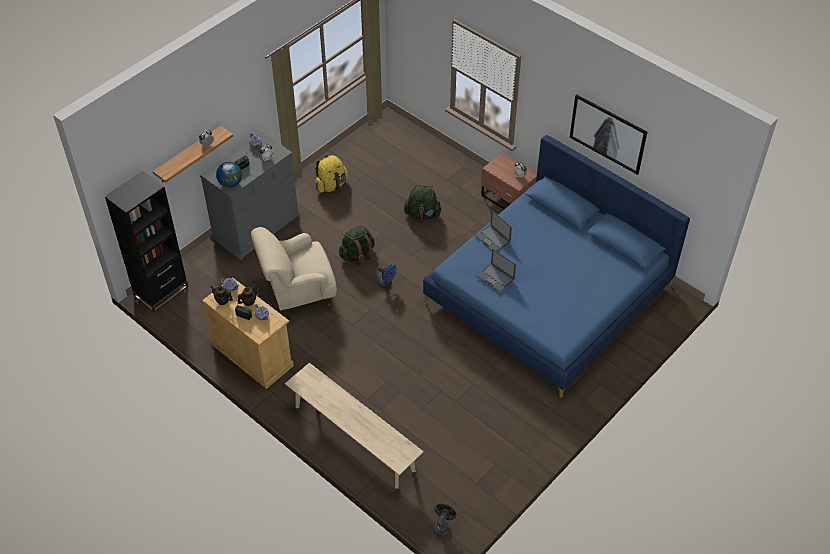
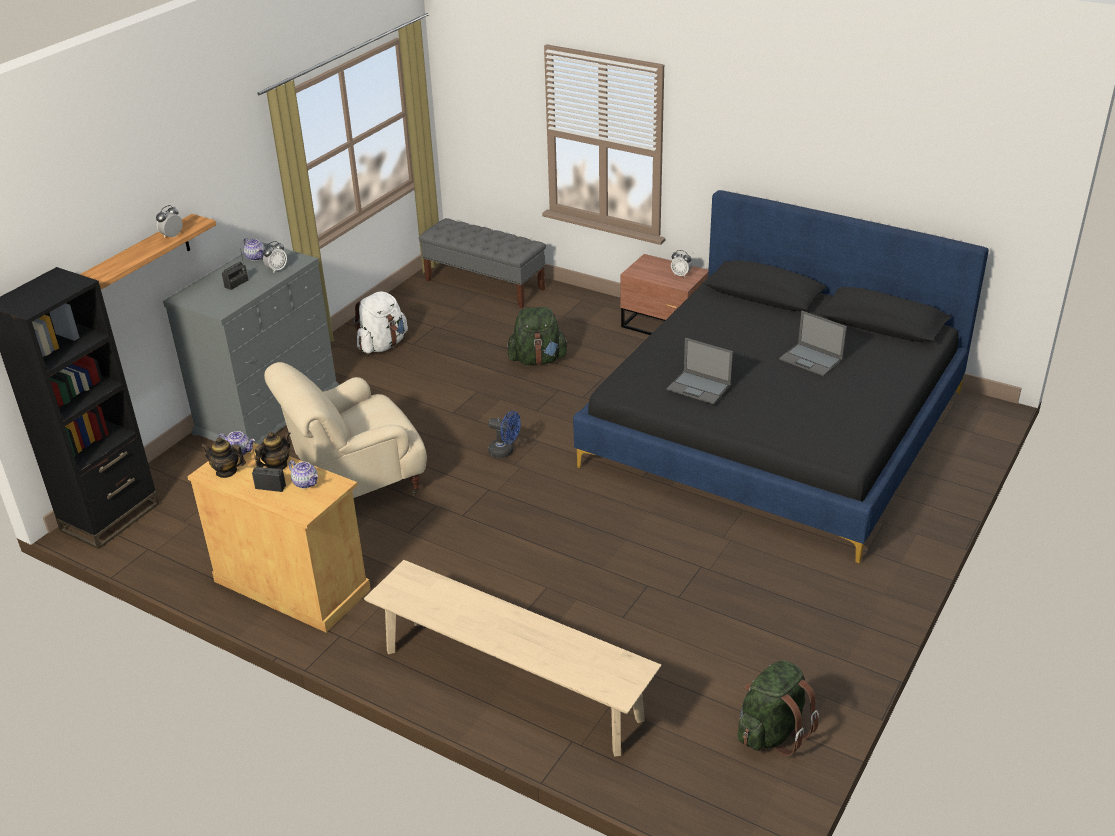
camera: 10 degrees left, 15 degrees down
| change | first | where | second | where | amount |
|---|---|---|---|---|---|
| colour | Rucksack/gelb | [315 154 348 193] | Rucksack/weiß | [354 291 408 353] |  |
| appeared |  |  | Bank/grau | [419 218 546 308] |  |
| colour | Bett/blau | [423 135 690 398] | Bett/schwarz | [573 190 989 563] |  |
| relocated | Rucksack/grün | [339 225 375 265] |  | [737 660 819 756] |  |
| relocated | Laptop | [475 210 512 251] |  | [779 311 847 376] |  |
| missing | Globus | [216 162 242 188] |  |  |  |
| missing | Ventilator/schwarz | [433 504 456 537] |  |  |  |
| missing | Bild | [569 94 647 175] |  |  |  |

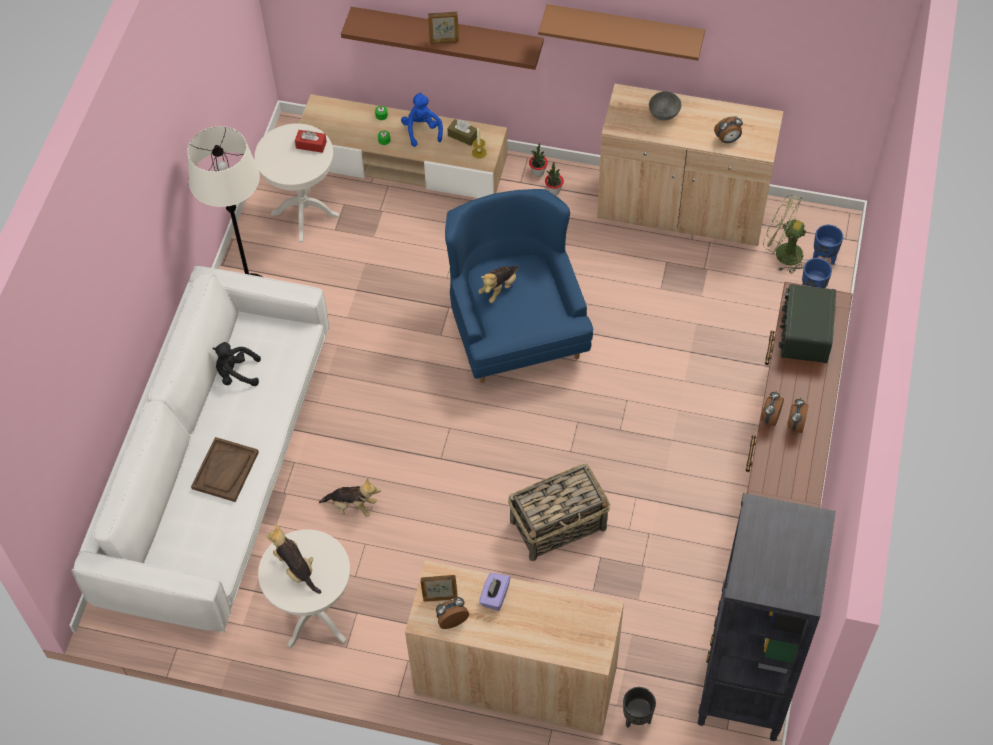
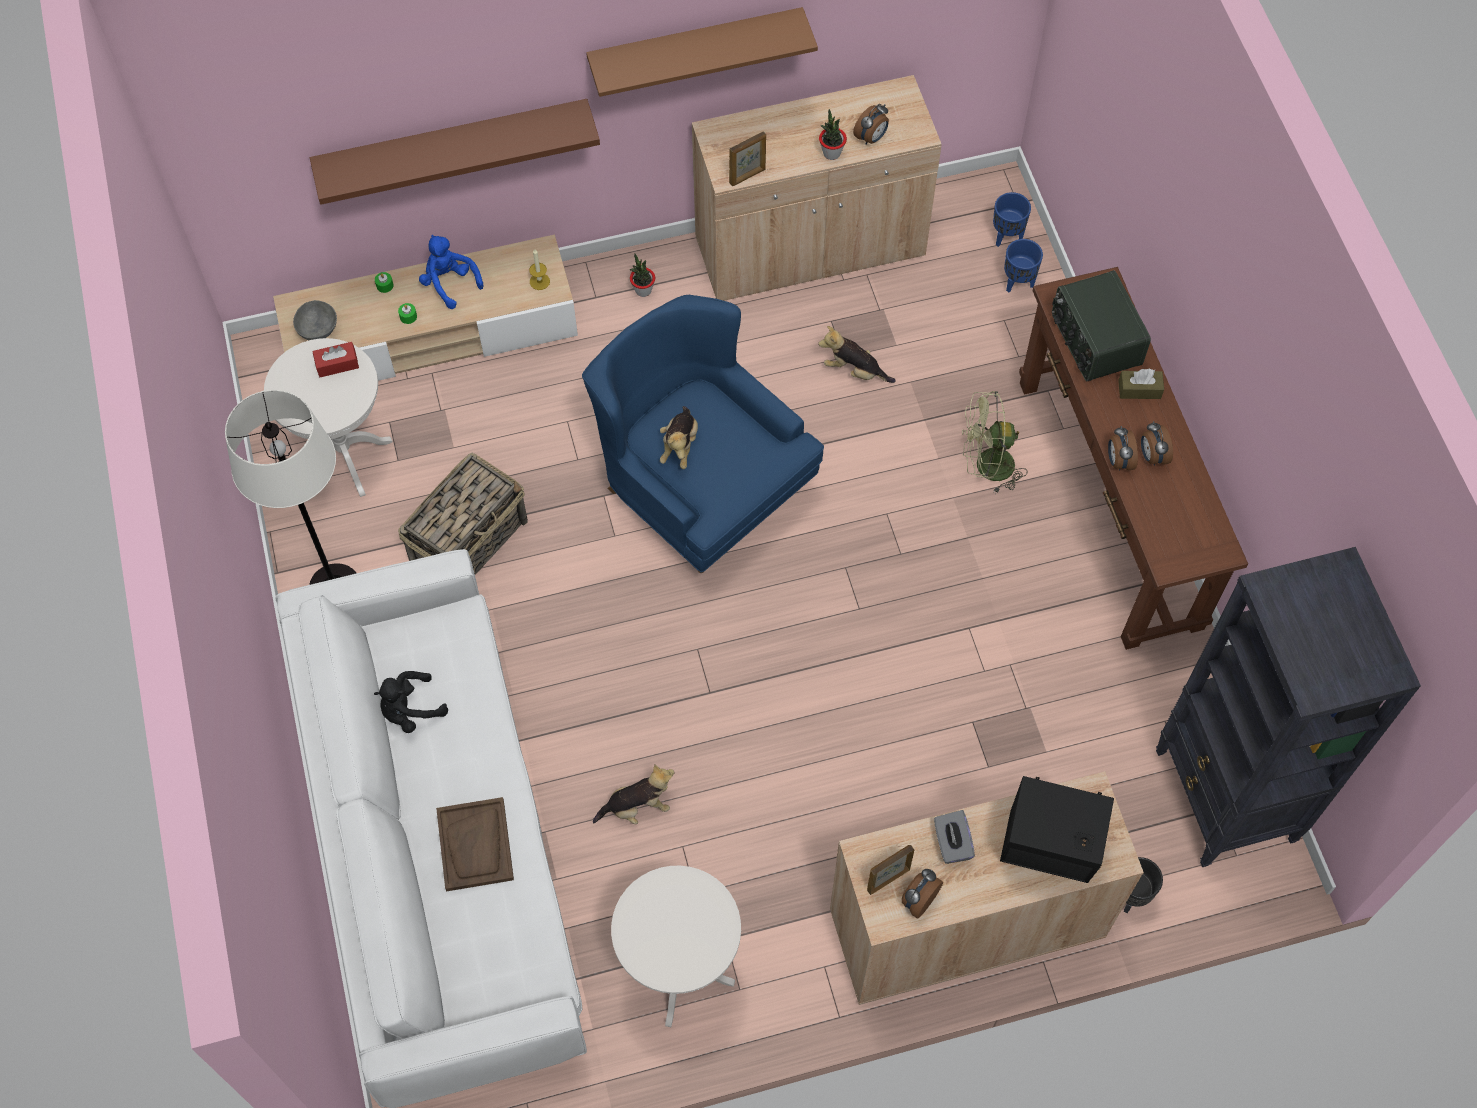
camera: 30 degrees left, 5 degrees up
| change | first | where | second | where | amount |
|---|---|---|---|---|---|
| relocated | Schüssel/grau | [649 91 682 120] |  | [293 300 337 340] |  |
| relocated | Korb | [508 464 610 561] |  | [398 453 528 575] |  |
| relocated | Bilderrahmen | [428 11 459 44] |  | [729 131 766 186] |  |
| relocated | Plüschtier | [266 524 321 594] |  | [818 326 896 383] |  |
| relocated | Topfpflanze | [529 143 548 177] |  | [819 109 847 160] |  |
| colour | Taschentuchbox/lila | [479 573 511 611] | Taschentuchbox/grau | [934 810 975 864] |  |
| relocated | Ventilator/grün | [763 194 806 274] |  | [962 391 1027 494] |  |
| appeared |  |  | Lautsprecher/schwarz | [1000 776 1114 883] |  |
| relocated | Taschentuchbox/braun | [447 119 477 146] |  | [1118 369 1164 399] |  |

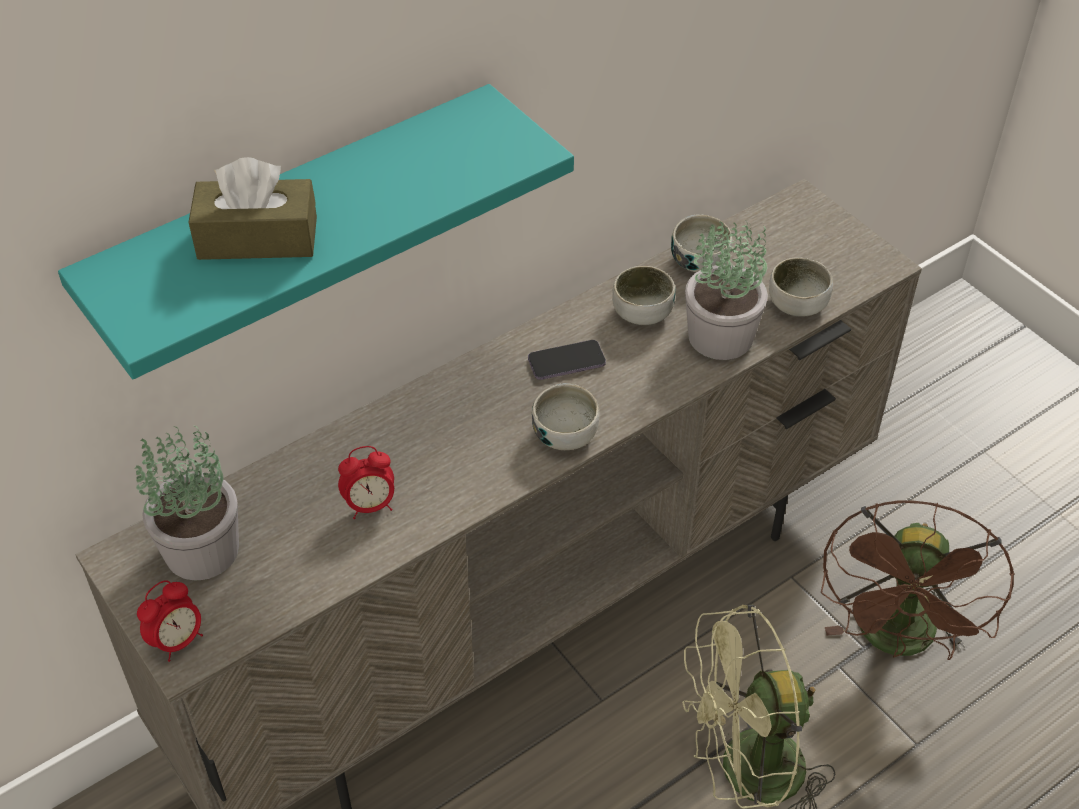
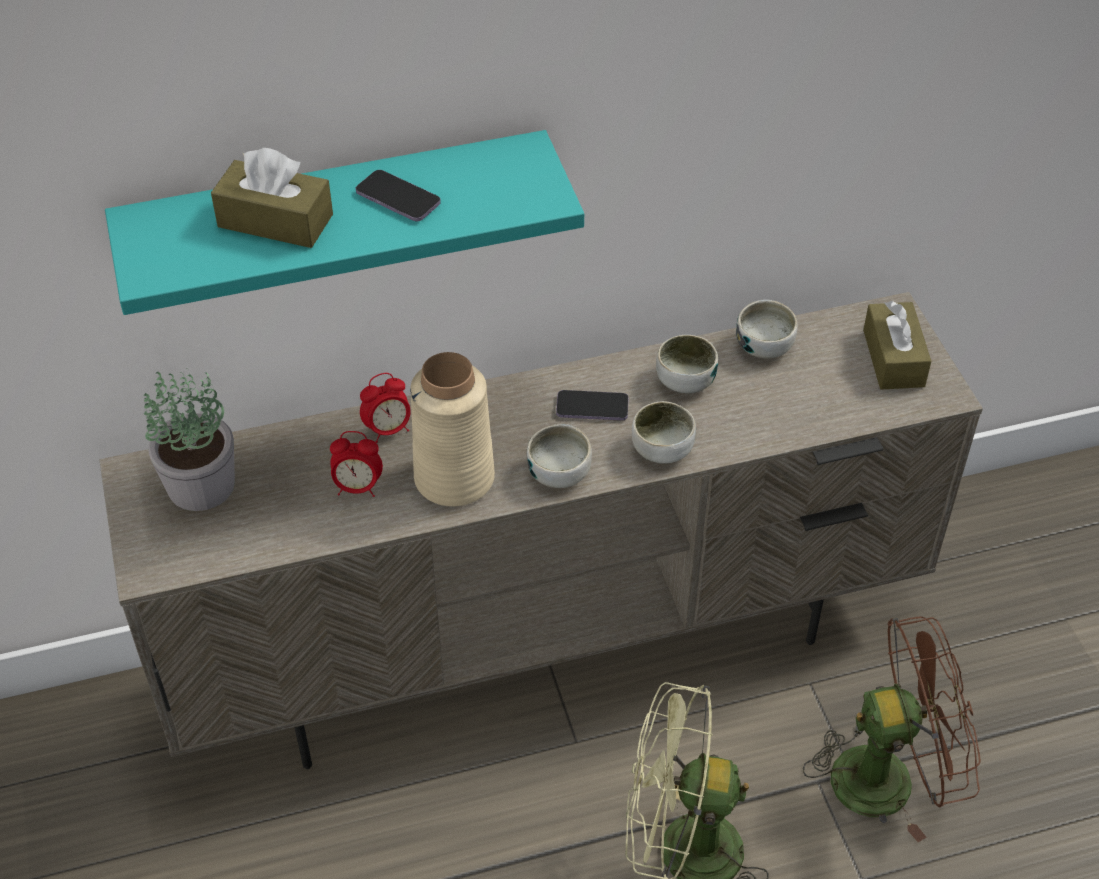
camera: 20 degrees right, 0 degrees up
| change | first | where | second | where | amount |
|---|---|---|---|---|---|
| appeared |  |  | Handy | [356 170 441 221] |  |
| relocated | Wecker | [137 580 203 662] |  | [360 373 411 443] |  |
| appeared |  |  | Vase/beige | [410 352 495 507] |  |
| relocated | Schüssel | [769 258 833 317] |  | [632 401 696 464] |  |
| spun | Ventilator/braun | [821 500 1014 660] |  | [803 616 981 842] | 135 degrees counterclockwise |
| appeared |  |  | Taschentuchbox/braun | [863 301 932 390] |  |
| missing | Topfpflanze | [685 220 768 360] |  |  |  |

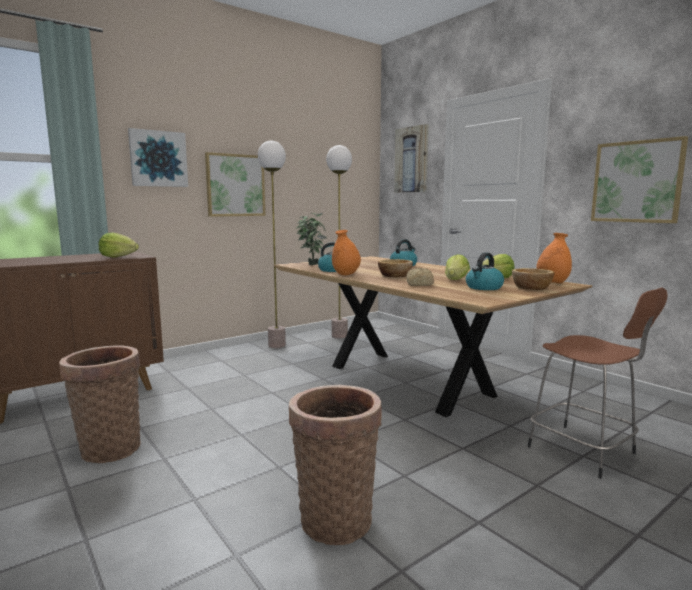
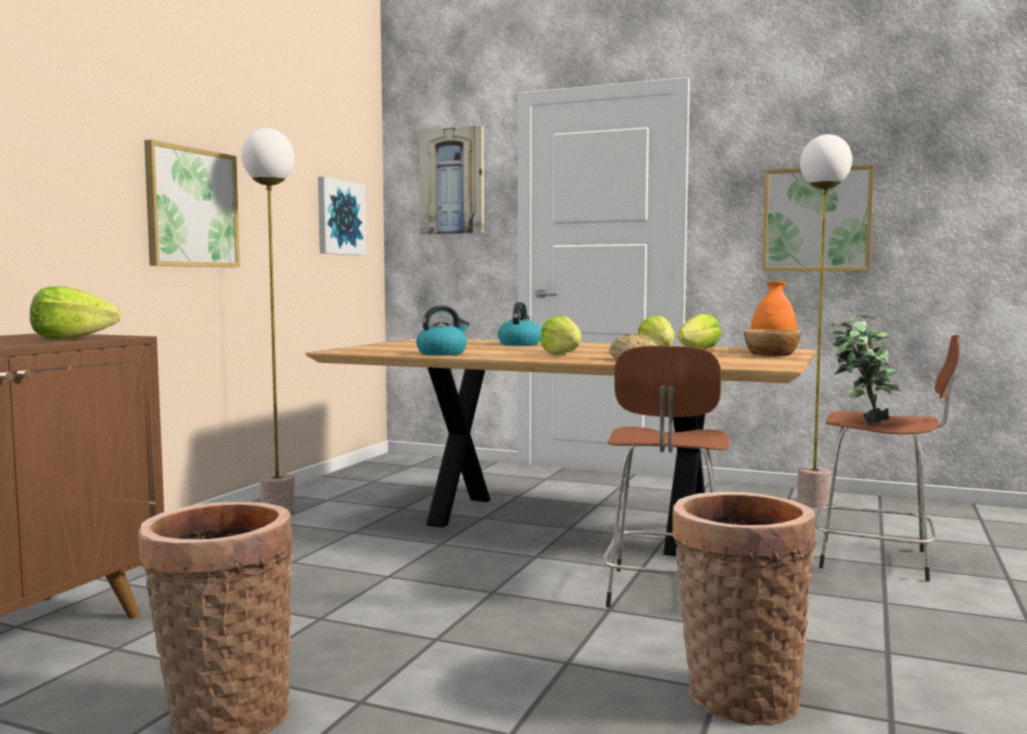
camera: 30 degrees left, 5 degrees down
| change | first | where | second | where | amount |
|---|---|---|---|---|---|
| relocated | Bild | [128 128 188 187] |  | [318 177 366 255] |  |
| exchanged | Schüssel | [378 259 413 278] | Salatkopf | [540 316 582 354] |  |
| appeared |  |  | Hocker/braun | [603 346 730 608] |  |
| relocated | Stehlampe | [326 145 352 338] |  | [797 134 852 507] |  |
| relocated | Topfpflanze | [296 213 327 265] |  | [828 315 901 424] |  |
| missing | Vase/orange | [332 230 361 275] |  |  |  |
| missing | Wasserkessel | [466 252 504 290] |  |  |  |

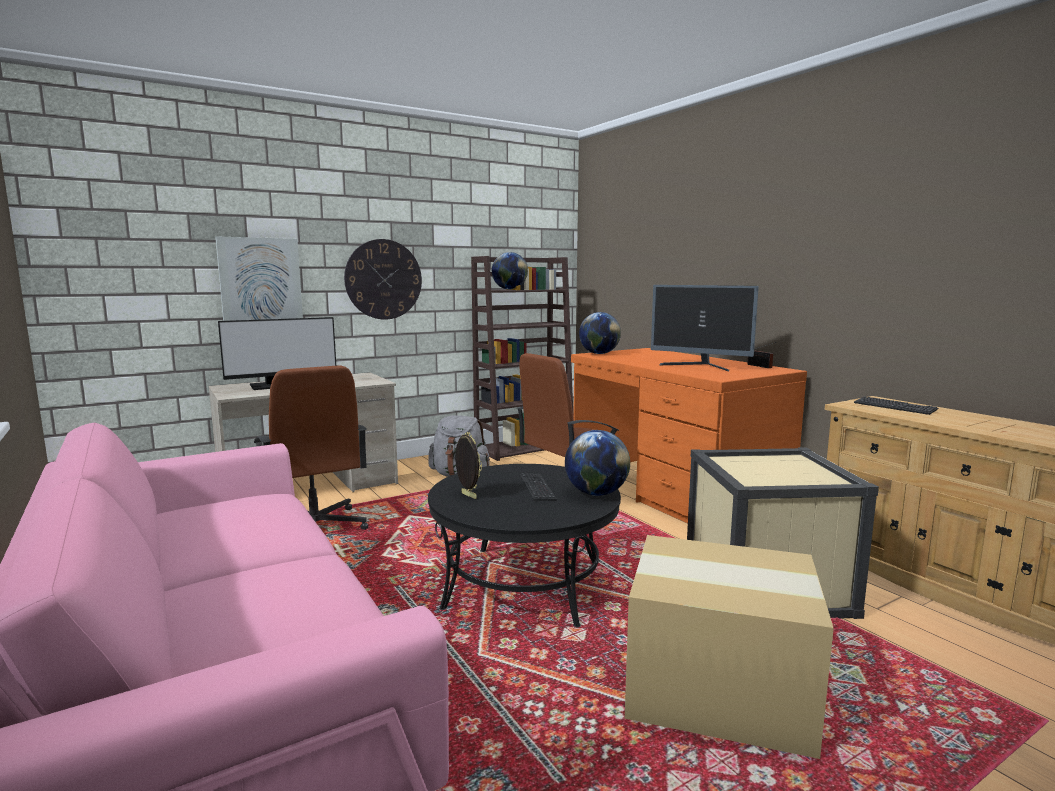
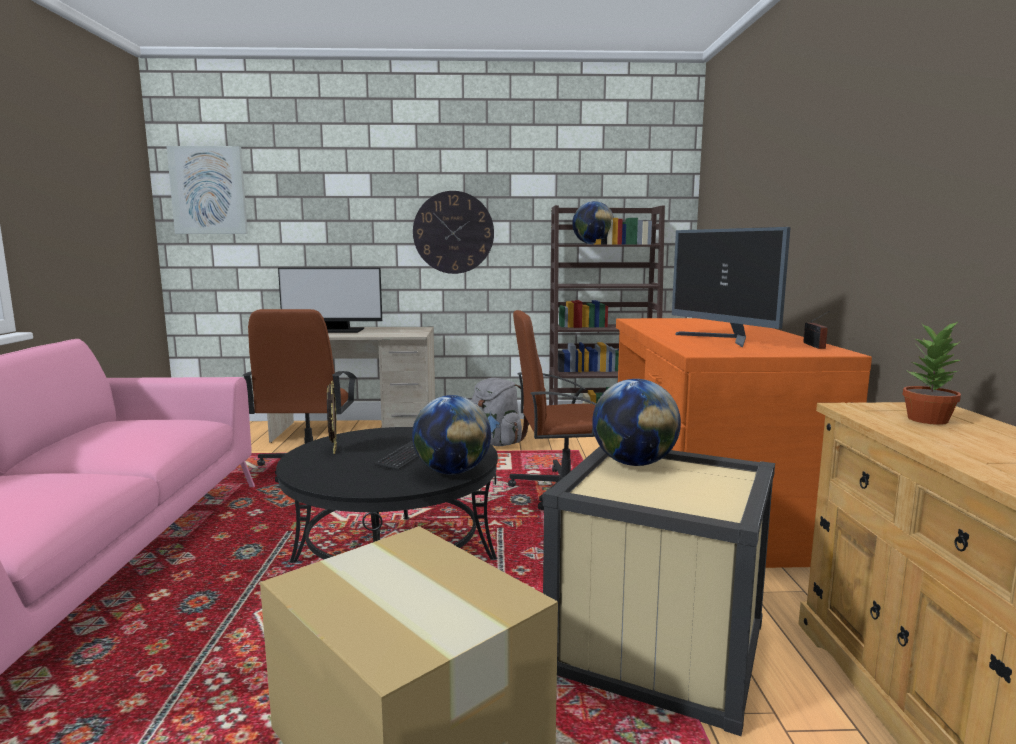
camera: 30 degrees right, 0 degrees up
| change | first | where | second | where | amount |
|---|---|---|---|---|---|
| relocated | Bild | [215 236 303 321] |  | [166 146 248 234] |  |
| relocated | Globus | [579 312 621 354] |  | [592 379 681 466] |  |
| exchanged | Tastatur | [854 396 939 415] | Topfpflanze | [902 320 961 425] |  |

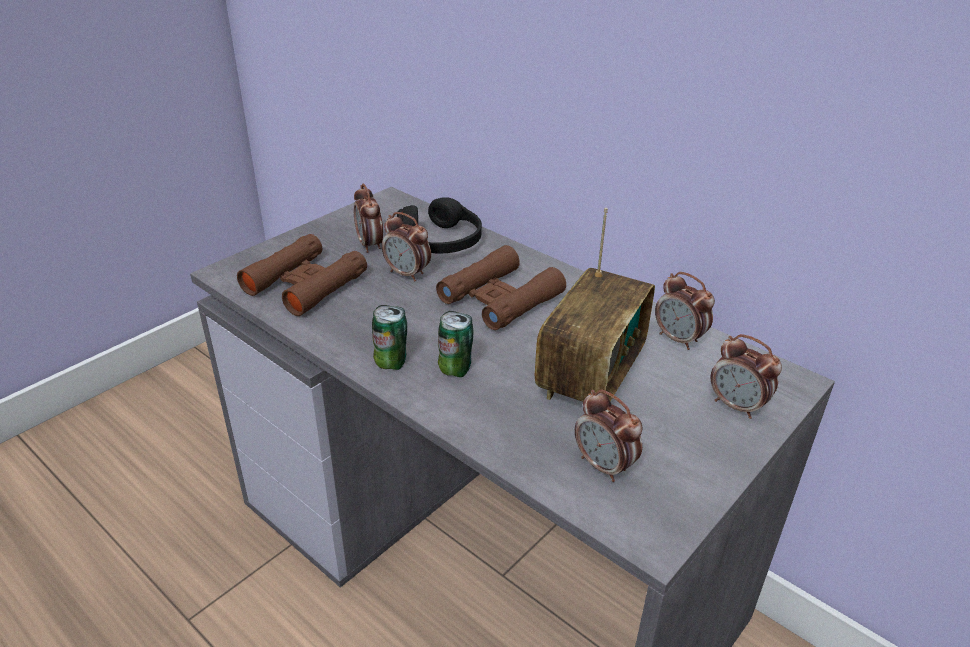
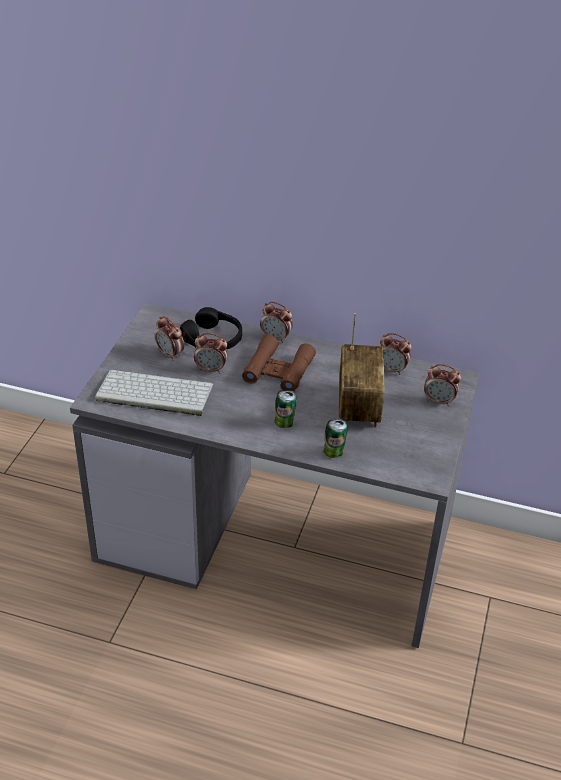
camera: 25 degrees left, 5 degrees up
| change | first | where | second | where | amount |
|---|---|---|---|---|---|
| exchanged | Fernglas/braun | [237 234 367 316] | Tastatur | [95 370 213 416] |  |
| relocated | Wecker | [575 390 642 482] |  | [260 302 293 343] |  |
| relocated | Dose | [372 305 407 370] |  | [323 419 348 458] |  |

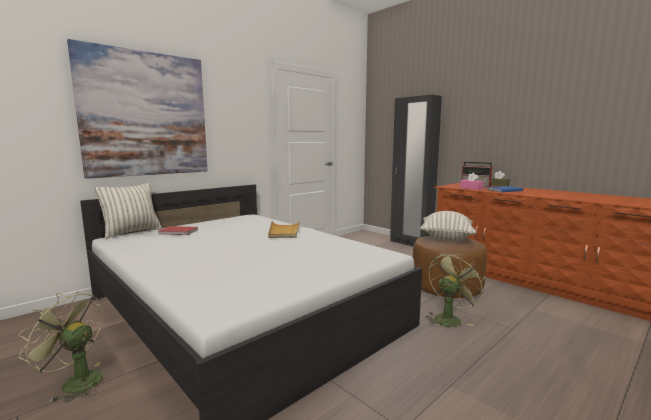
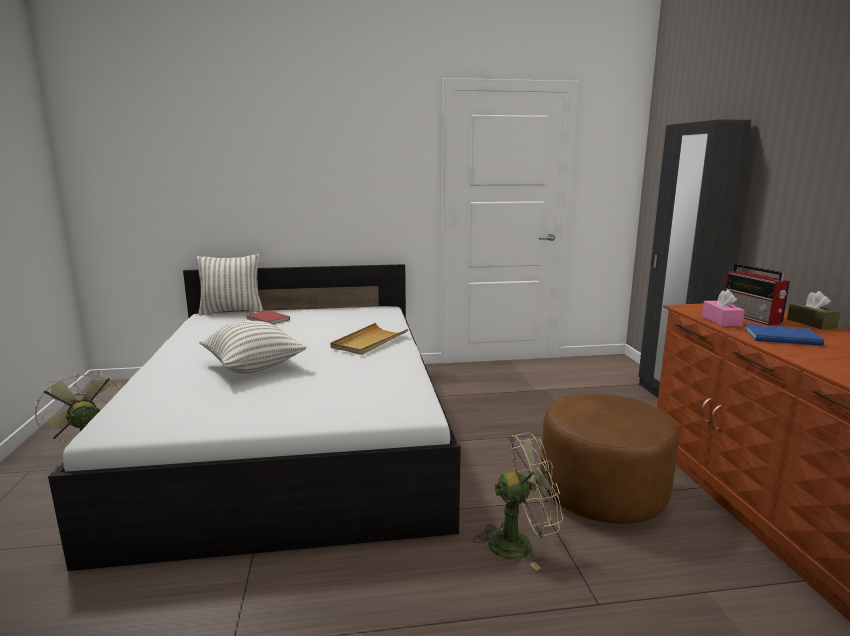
camera: 35 degrees right, 5 degrees up
| change | first | where | second | where | amount |
|---|---|---|---|---|---|
| relocated | Kissen | [420 211 476 241] |  | [199 321 307 374] |  |
| missing | Bild | [67 39 208 179] |  |  |  |

